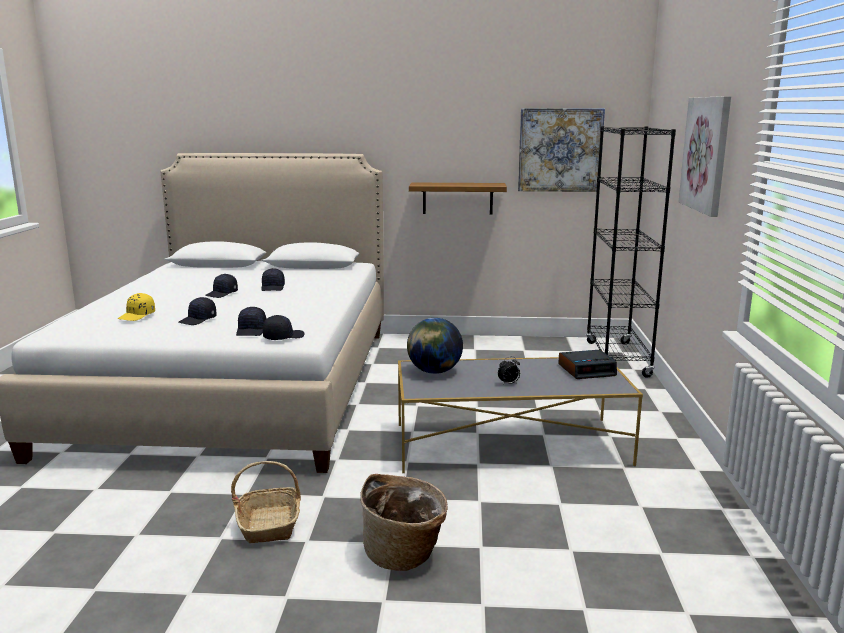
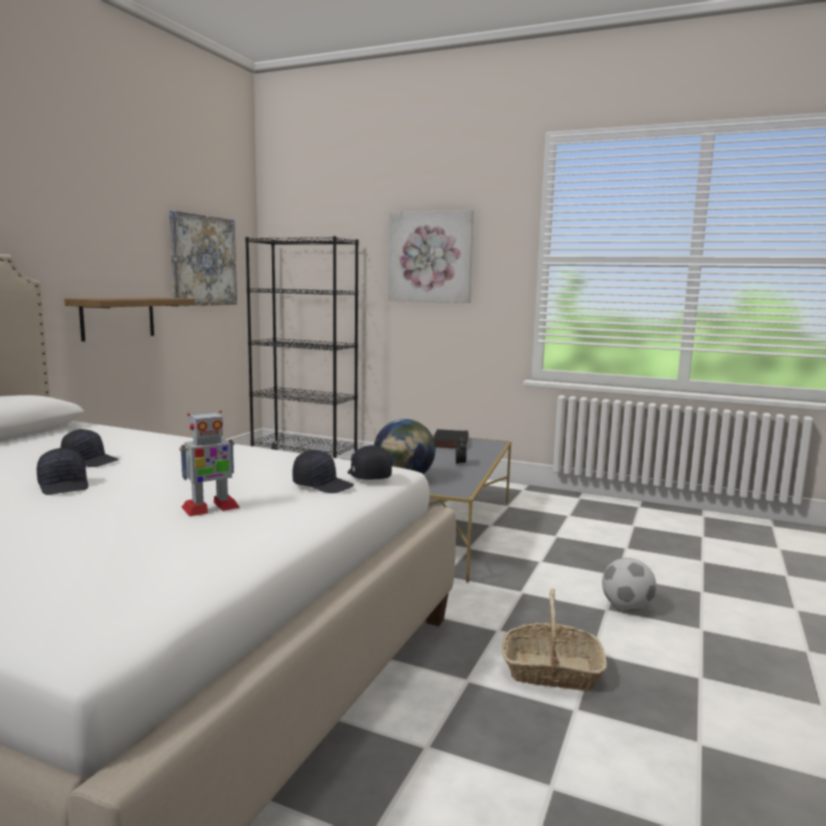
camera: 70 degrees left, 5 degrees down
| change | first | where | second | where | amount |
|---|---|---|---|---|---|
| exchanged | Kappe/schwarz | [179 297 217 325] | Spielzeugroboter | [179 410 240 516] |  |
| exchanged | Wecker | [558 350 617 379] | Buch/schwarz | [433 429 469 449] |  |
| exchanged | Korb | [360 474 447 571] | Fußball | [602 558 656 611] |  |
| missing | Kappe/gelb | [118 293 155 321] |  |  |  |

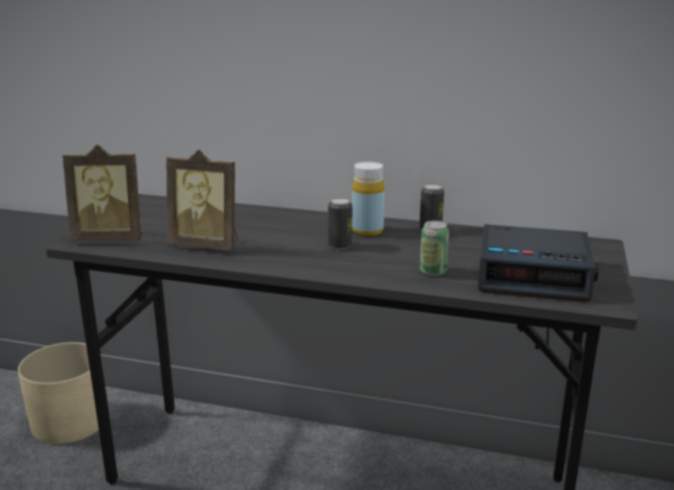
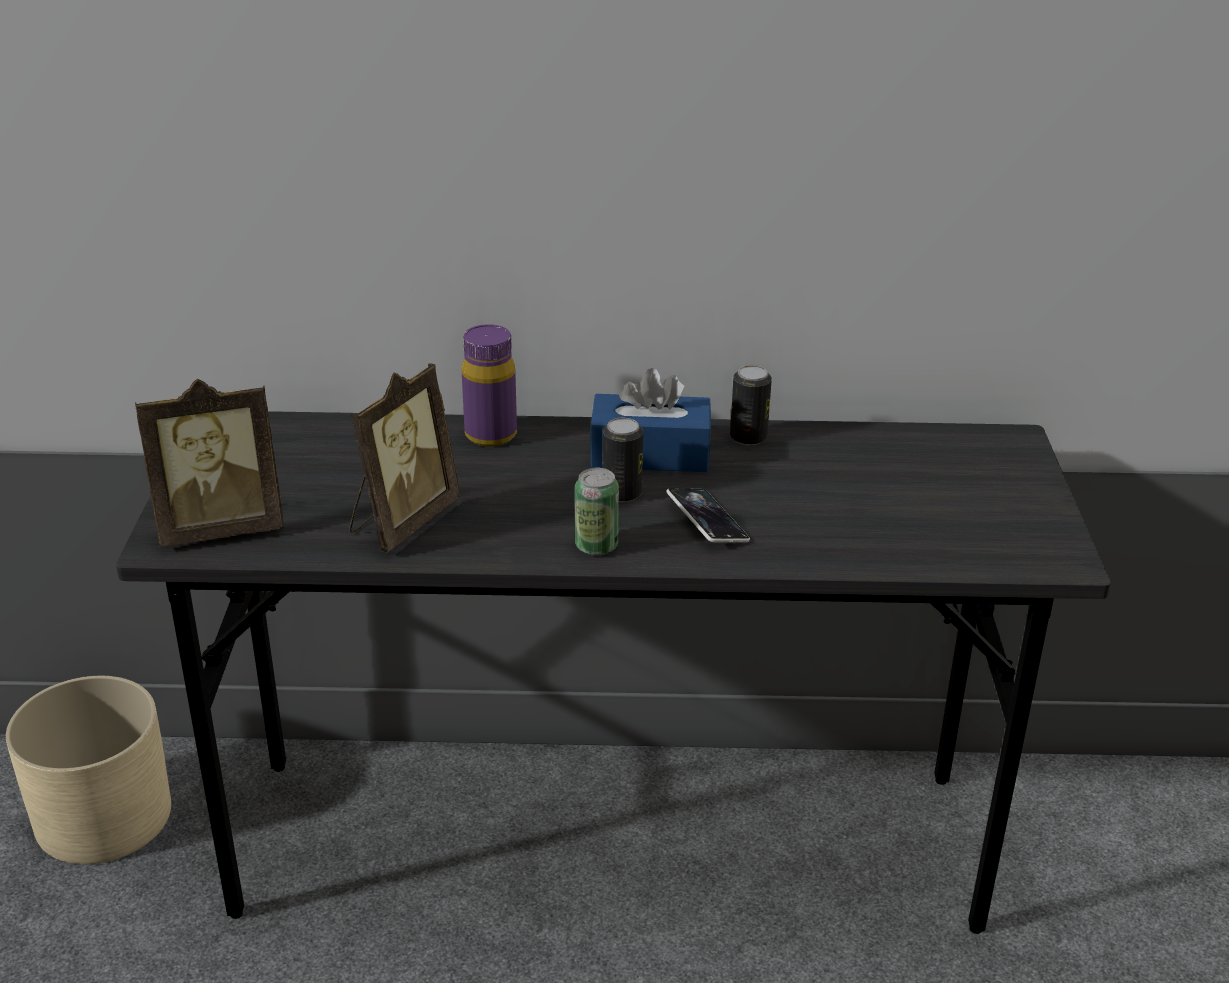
camera: 15 degrees left, 10 degrees up
| change | first | where | second | where | amount |
|---|---|---|---|---|---|
| spun | Bilderrahmen | [166 150 238 251] |  | [350 363 460 553] | 60 degrees counterclockwise |
| appeared |  |  | Flasche/lila | [462 324 517 447] |  |
| relocated | Dose | [420 221 449 276] |  | [575 468 619 555] |  |
| exchanged | Flasche/gelb | [352 161 385 236] | Taschentuchbox/blau | [589 368 711 472] |  |
| appeared |  |  | Handy | [666 488 750 543] |  |
| missing | Wecker | [478 224 599 302] |  |  |  |

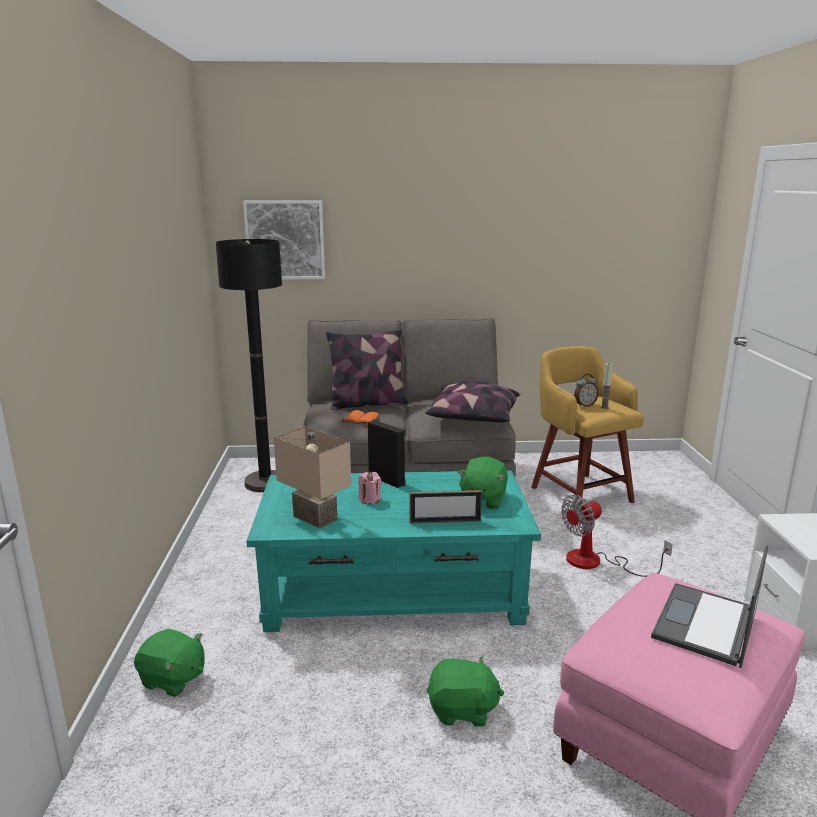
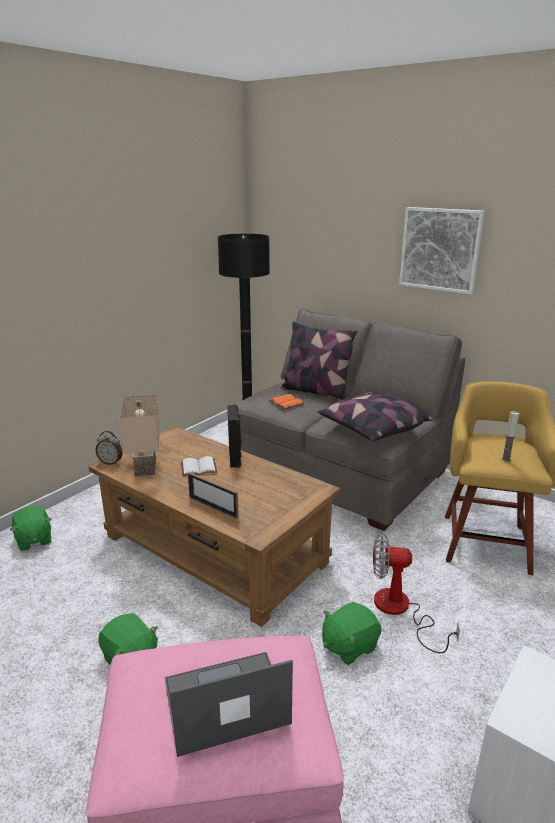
camera: 40 degrees right, 5 degrees up
| change | first | where | second | where | amount |
|---|---|---|---|---|---|
| colour | Couchtisch/türkis | [246 471 541 632] | Couchtisch/braun | [89 426 341 627] |  |
| relocated | Wecker | [574 374 599 407] |  | [96 431 123 465] |  |
| exchanged | Kerze/rosa | [359 472 382 504] | Buch/weiß | [181 456 217 476] |  |
| relocated | Plüschtier/grün | [457 457 508 509] |  | [322 602 381 665] |  |
| relocated | Bild | [243 200 325 280] |  | [399 207 485 294] |  |

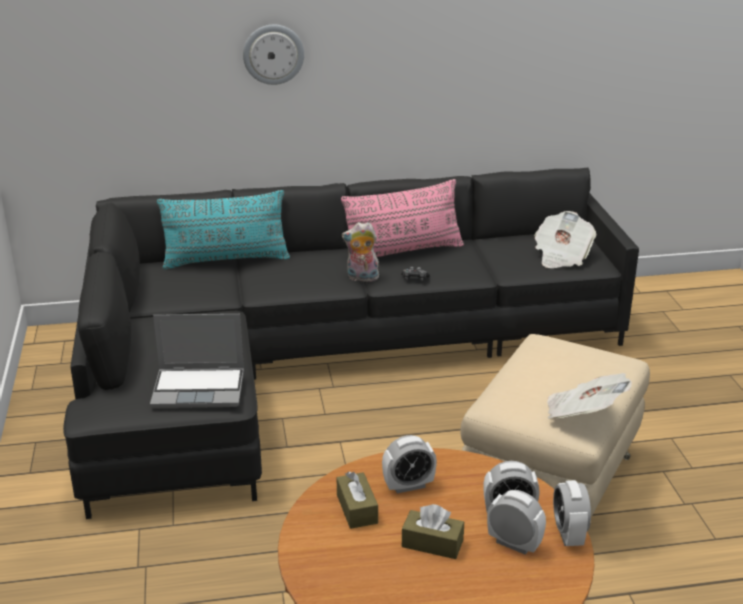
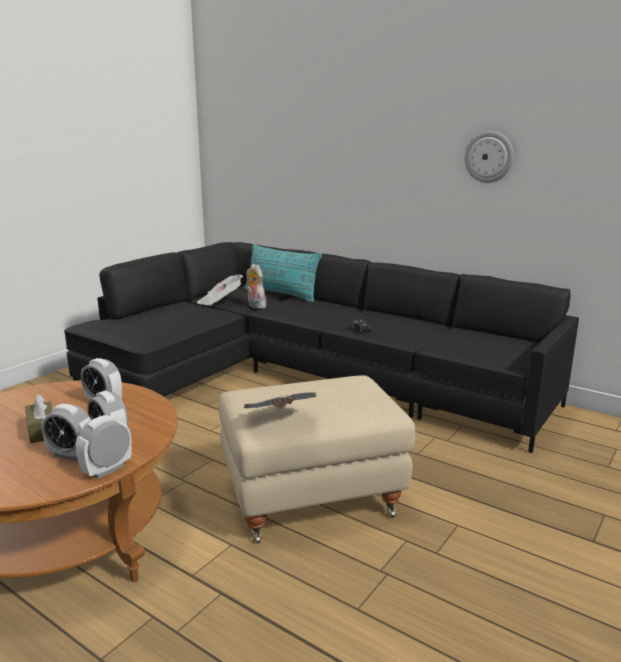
camera: 45 degrees right, 10 degrees down
| change | first | where | second | where | amount |
|---|---|---|---|---|---|
| spun | Wecker | [487 490 546 555] |  | [42 404 91 461] | 120 degrees clockwise |
| relocated | Zeitung | [534 211 596 268] |  | [197 274 243 306] |  |
| relocated | Plüschtier | [342 222 379 282] |  | [247 264 266 309] |  |
| relocated | Wanduhr | [243 25 304 85] |  | [464 131 513 183] |  |
| missing | Laptop | [150 314 244 408] |  |  |  |
| missing | Taschentuchbox/braun | [337 471 378 529] |  |  |  |
| missing | Kissen/rosa | [341 179 464 257] |  |  |  |

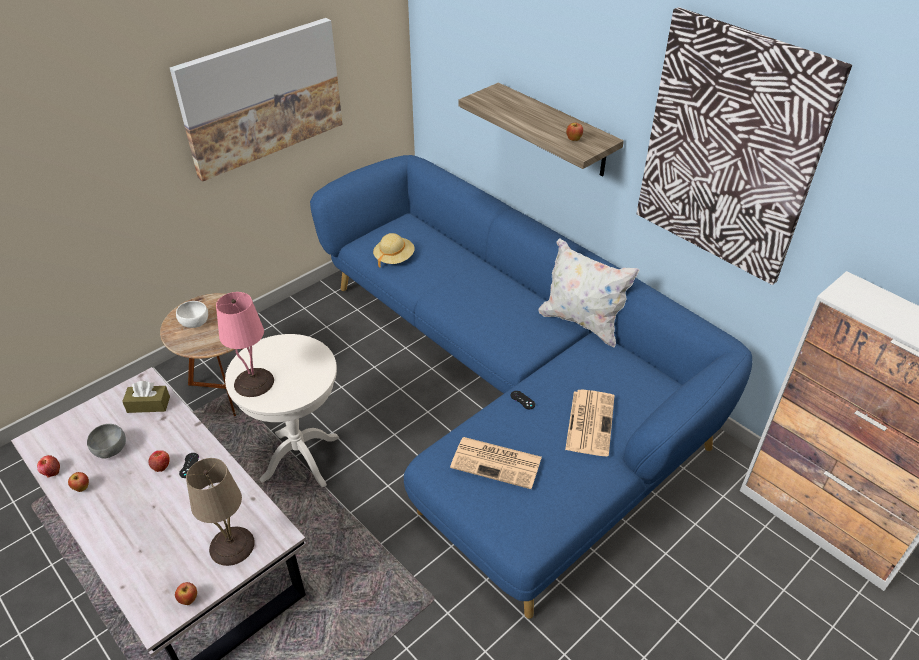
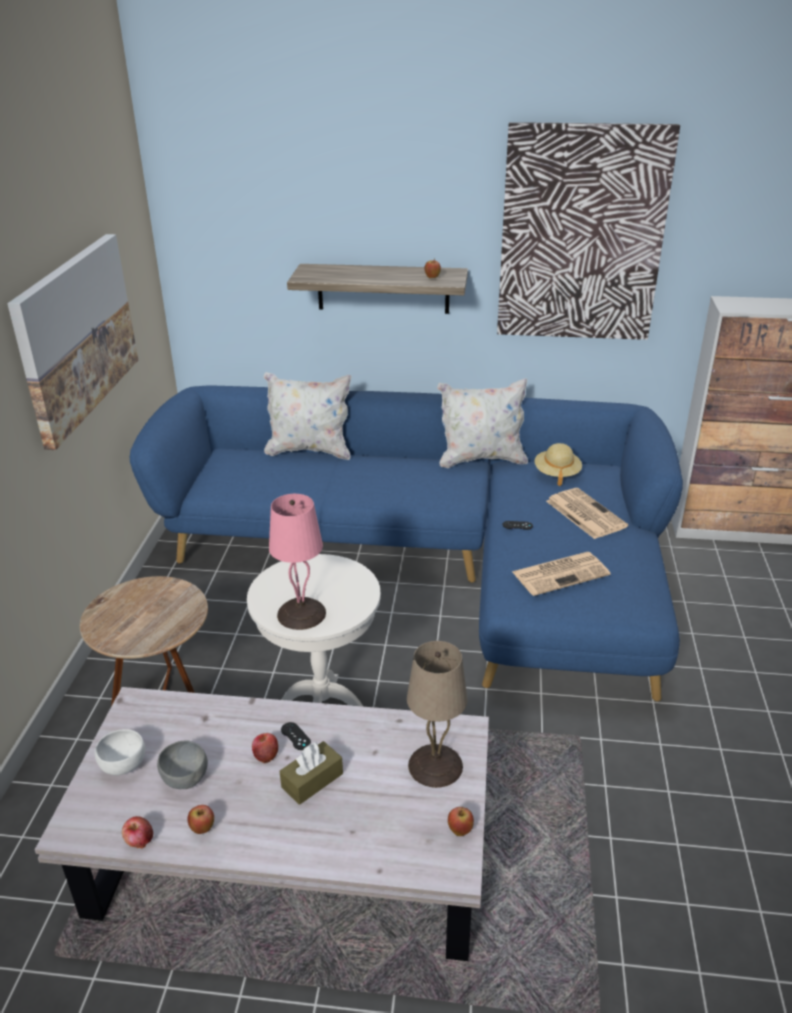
camera: 40 degrees left, 10 degrees down
| change | first | where | second | where | amount |
|---|---|---|---|---|---|
| relocated | Schüssel/weiß | [176 301 208 328] |  | [95 729 145 775] |  |
| appeared |  |  | Kissen/weiß | [264 372 351 460] |  |
| relocated | Taschentuchbox/braun | [122 381 170 413] |  | [280 741 343 805] |  |
| relocated | Hut/beige | [373 233 415 268] |  | [534 443 582 486] |  |

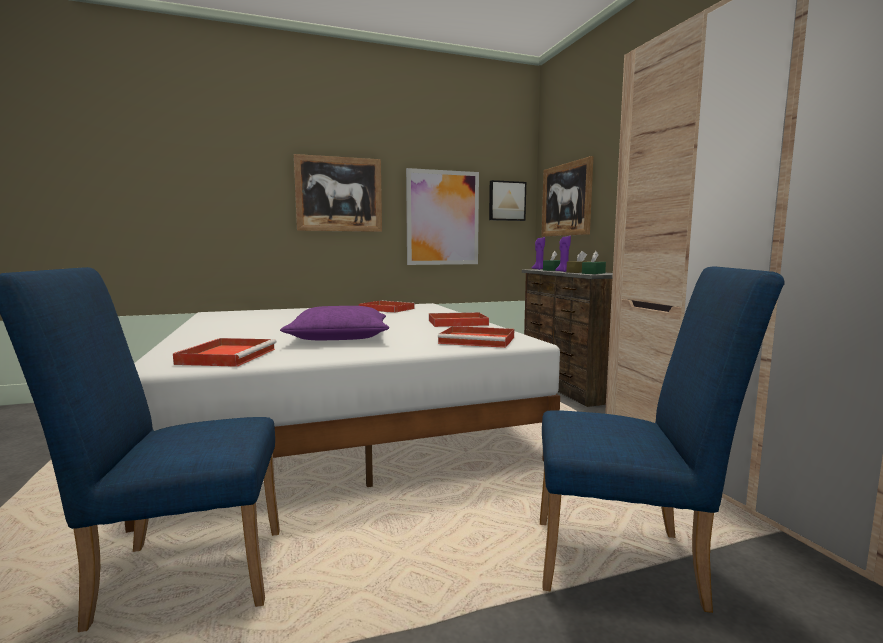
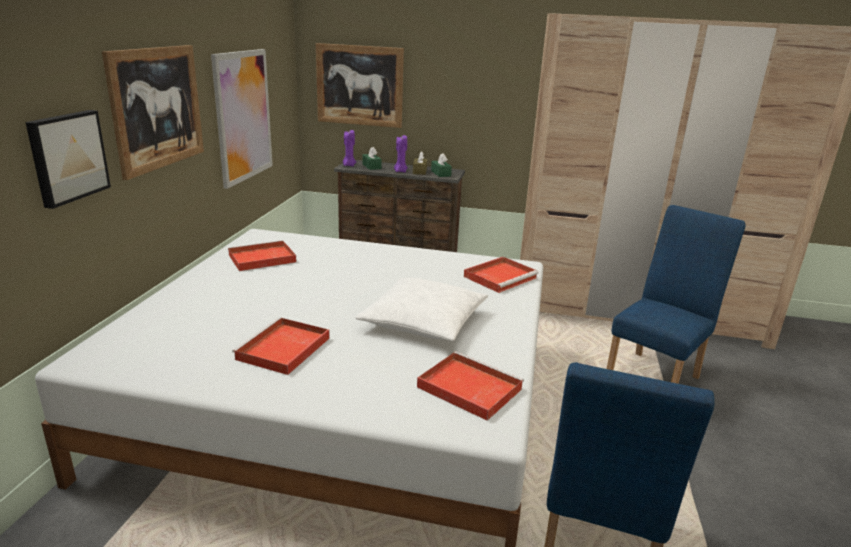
camera: 60 degrees left, 15 degrees up
| change | first | where | second | where | amount |
|---|---|---|---|---|---|
| relocated | Bild | [489 180 526 221] |  | [25 110 111 209] |  |
| relocated | Tablett/rot | [429 312 489 327] |  | [232 317 330 375] |  |
| colour | Kissen/lila | [280 306 389 340] | Kissen/weiß | [355 278 488 341] |  |

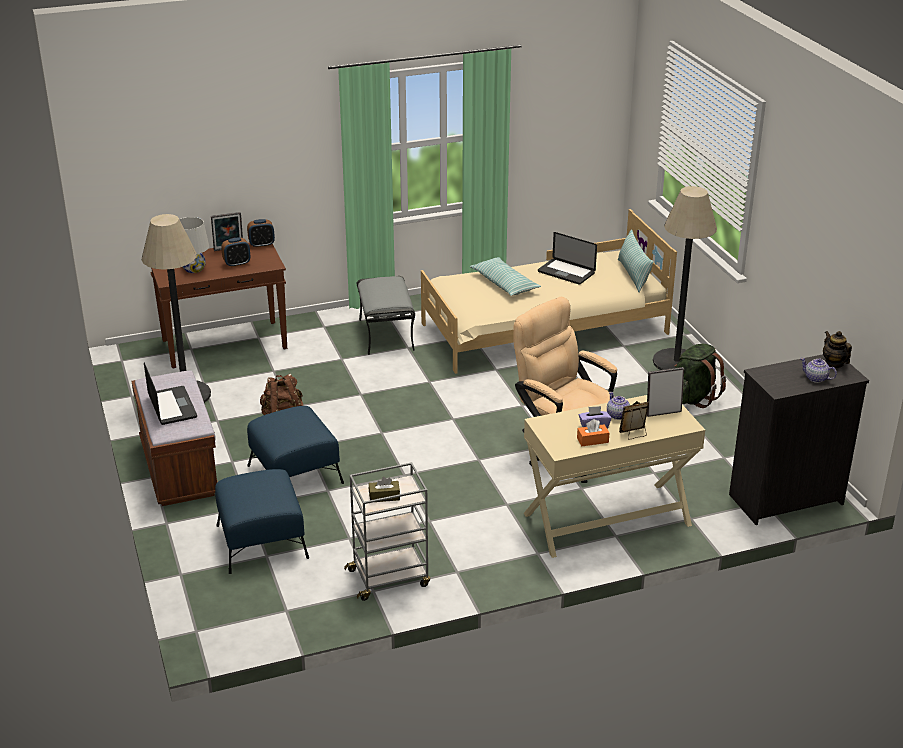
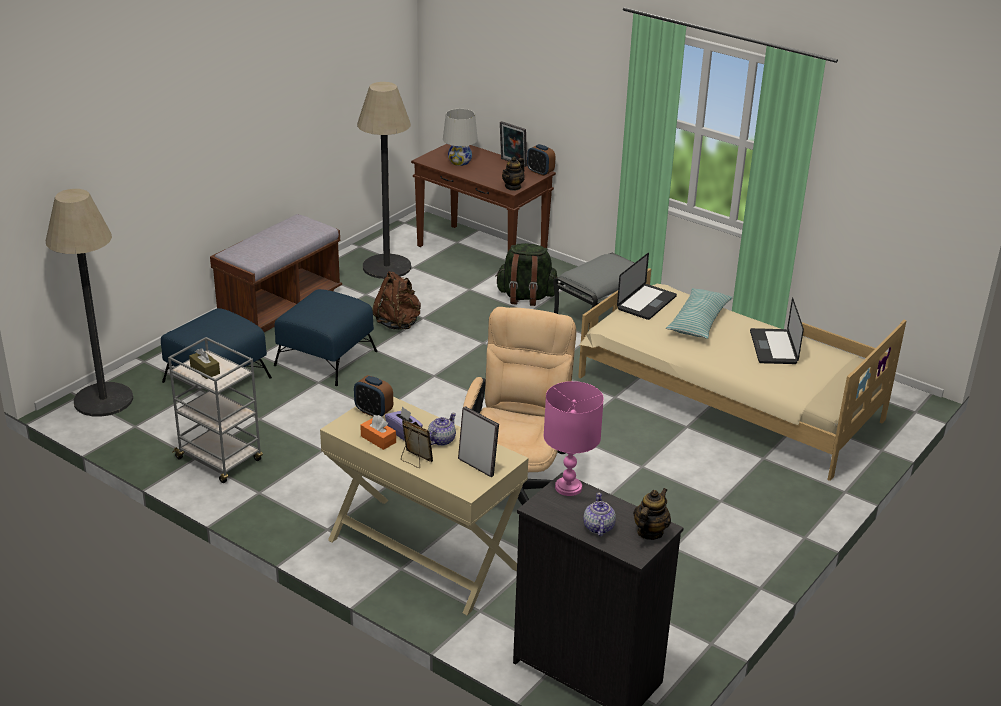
camera: 55 degrees right, 0 degrees up
| change | first | where | second | where | amount |
|---|---|---|---|---|---|
| relocated | Stehlampe | [653 186 717 370] |  | [46 189 133 417] |  |
| relocated | Wecker | [221 237 250 267] |  | [354 375 393 417] |  |
| relocated | Rucksack/grün | [674 344 726 408] |  | [495 243 559 306] |  |
| appeared |  |  | Teekanne | [502 157 525 191] |  |
| appeared |  |  | Tischlampe/rosa | [544 381 604 496] |  |
| relocated | Laptop | [144 362 197 425] |  | [617 253 677 320] |  |
| missing | Kissen | [618 229 654 292] |  |  |  |

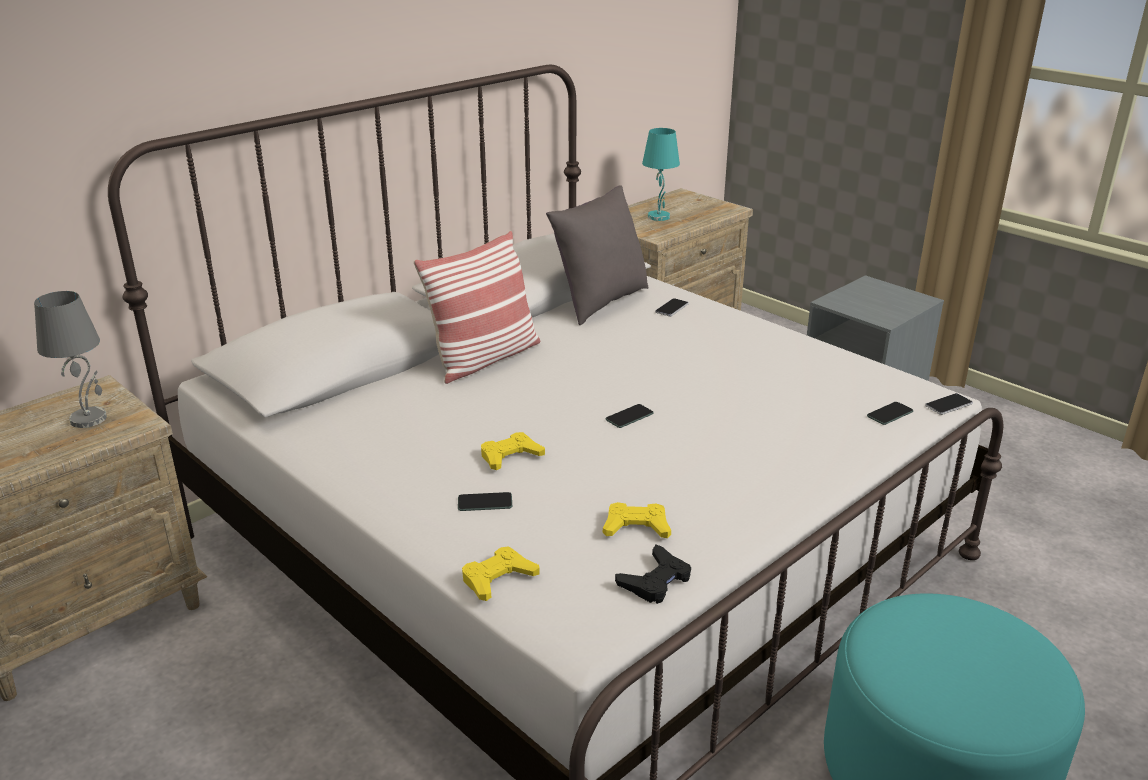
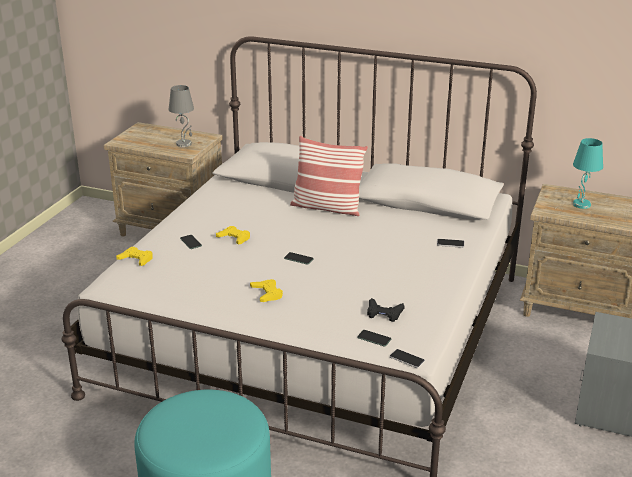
camera: 65 degrees right, 0 degrees up
| change | first | where | second | where | amount |
|---|---|---|---|---|---|
| relocated | Gamepad/gelb | [603 502 671 538] |  | [250 279 283 302] |  |
| relocated | Gamepad/schwarz | [615 544 691 604] |  | [367 298 405 322] |  |
| missing | Kissen/grau | [546 186 649 325] |  |  |  |

